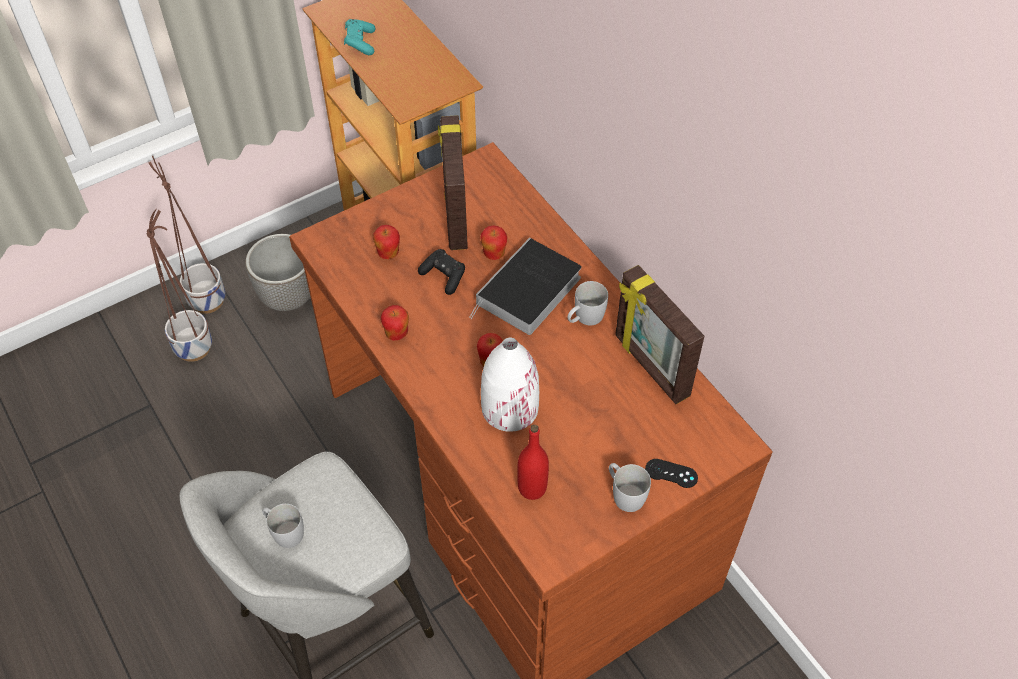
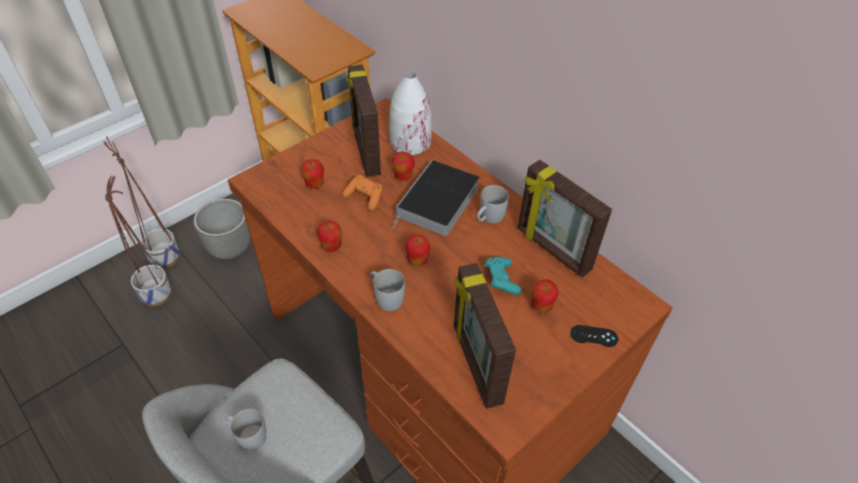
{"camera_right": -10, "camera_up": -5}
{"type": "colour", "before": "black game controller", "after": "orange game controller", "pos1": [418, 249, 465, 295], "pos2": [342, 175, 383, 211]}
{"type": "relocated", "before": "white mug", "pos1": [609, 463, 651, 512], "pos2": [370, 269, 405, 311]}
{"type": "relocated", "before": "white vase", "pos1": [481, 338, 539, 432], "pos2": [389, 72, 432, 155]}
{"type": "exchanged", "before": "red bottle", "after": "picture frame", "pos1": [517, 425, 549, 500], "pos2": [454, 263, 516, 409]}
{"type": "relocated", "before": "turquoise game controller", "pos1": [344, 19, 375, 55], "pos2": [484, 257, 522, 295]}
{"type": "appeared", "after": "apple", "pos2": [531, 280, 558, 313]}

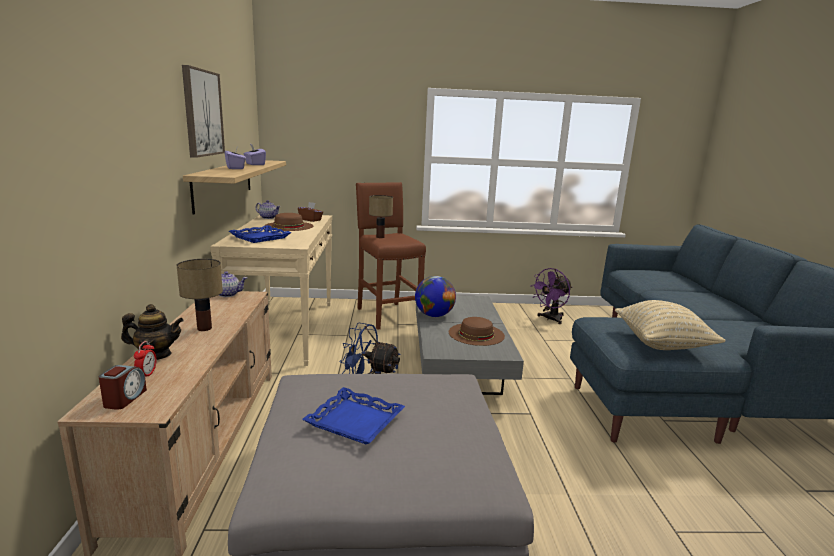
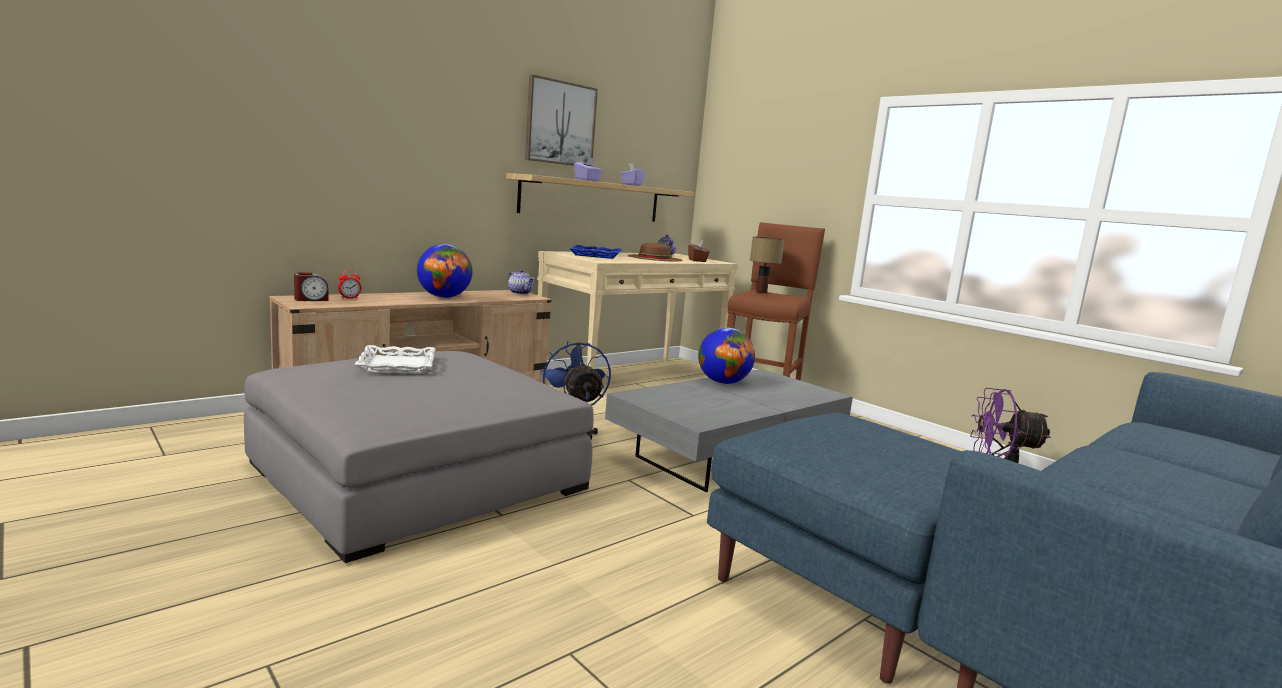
{"camera_right": 50, "camera_up": -5}
{"type": "colour", "before": "blue tray", "after": "white tray", "pos1": [302, 387, 405, 444], "pos2": [354, 345, 436, 374]}
{"type": "exchanged", "before": "table lamp", "after": "globe", "pos1": [176, 259, 223, 331], "pos2": [417, 244, 472, 298]}
{"type": "missing", "before": "teapot", "pos1": [121, 304, 184, 360]}
{"type": "missing", "before": "brown hat", "pos1": [449, 317, 505, 346]}
{"type": "missing", "before": "beige pillow", "pos1": [615, 300, 726, 350]}

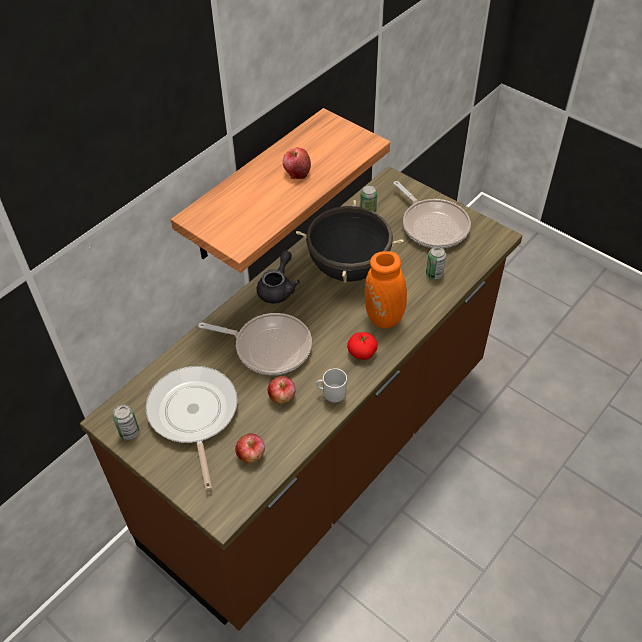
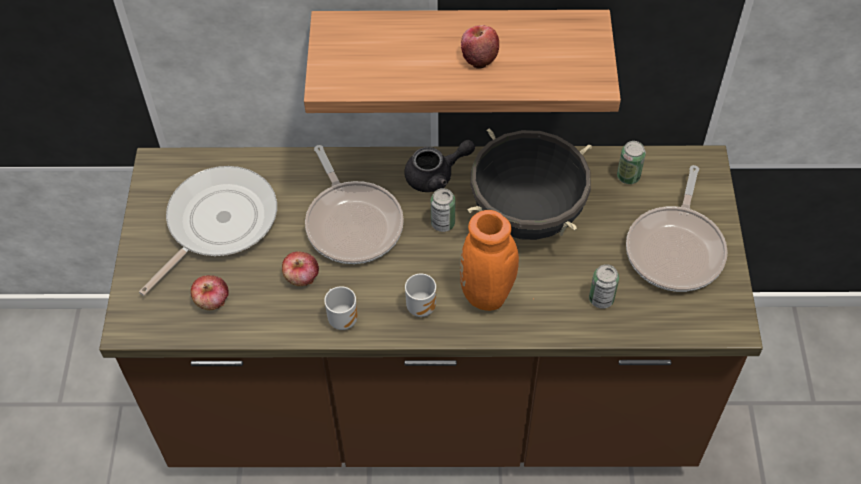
{"camera_right": 50, "camera_up": 5}
{"type": "exchanged", "before": "tomato", "after": "mug", "pos1": [347, 332, 378, 360], "pos2": [405, 274, 436, 317]}
{"type": "relocated", "before": "can", "pos1": [113, 404, 139, 440], "pos2": [431, 188, 455, 232]}

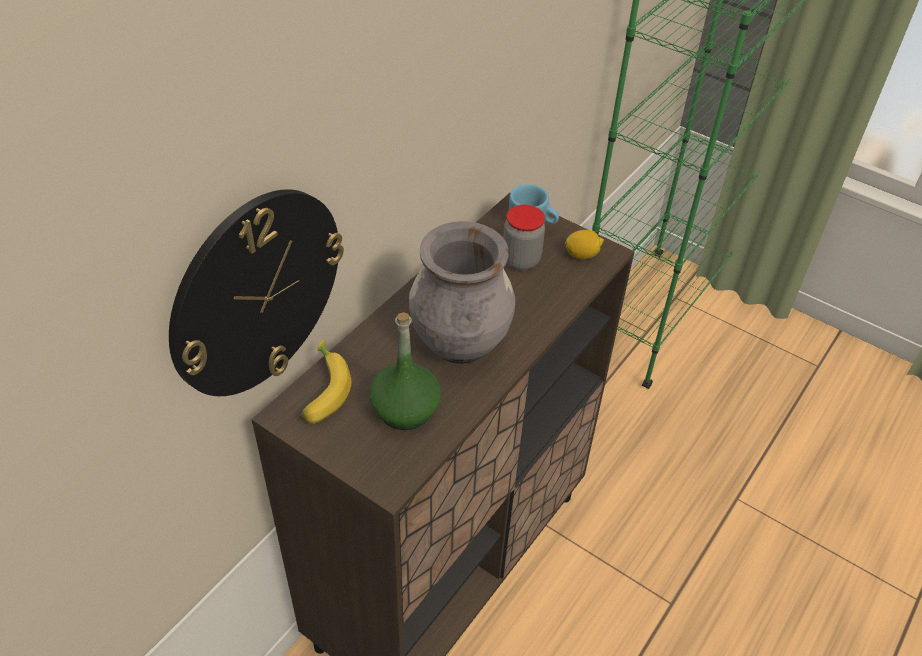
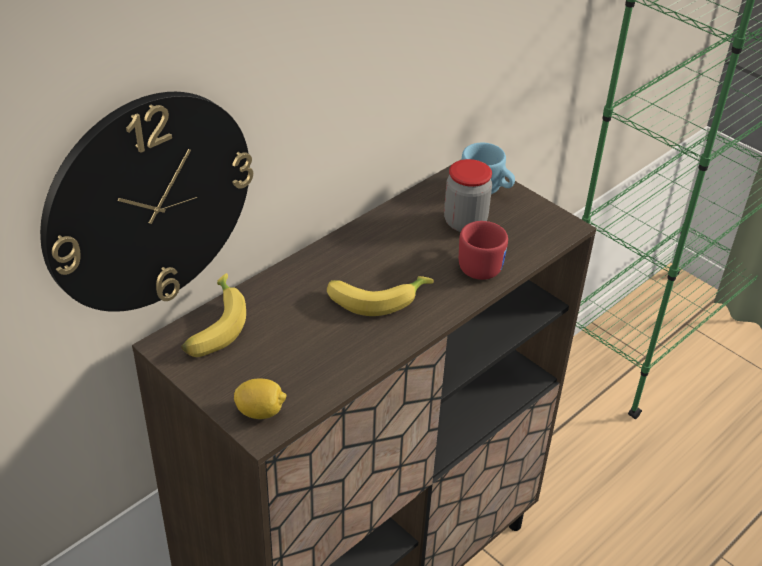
{"camera_right": 10, "camera_up": -5}
{"type": "relocated", "before": "lemon", "pos1": [565, 230, 604, 259], "pos2": [234, 378, 286, 419]}
{"type": "exchanged", "before": "grey vase", "after": "banana", "pos1": [409, 221, 515, 364], "pos2": [327, 276, 434, 316]}
{"type": "appeared", "after": "red mug", "pos2": [459, 221, 508, 280]}
{"type": "missing", "before": "green bottle", "pos1": [369, 312, 441, 430]}

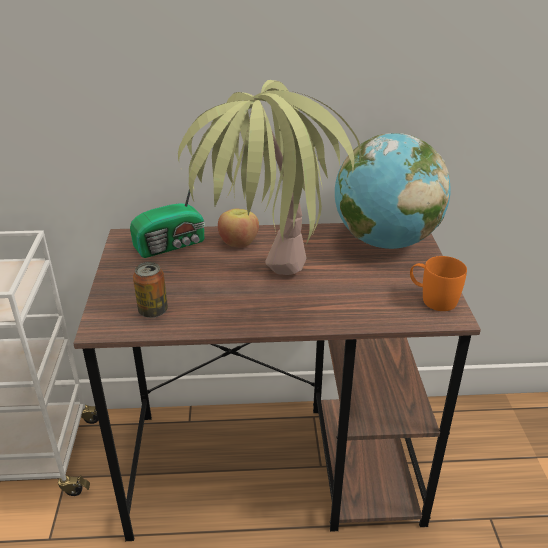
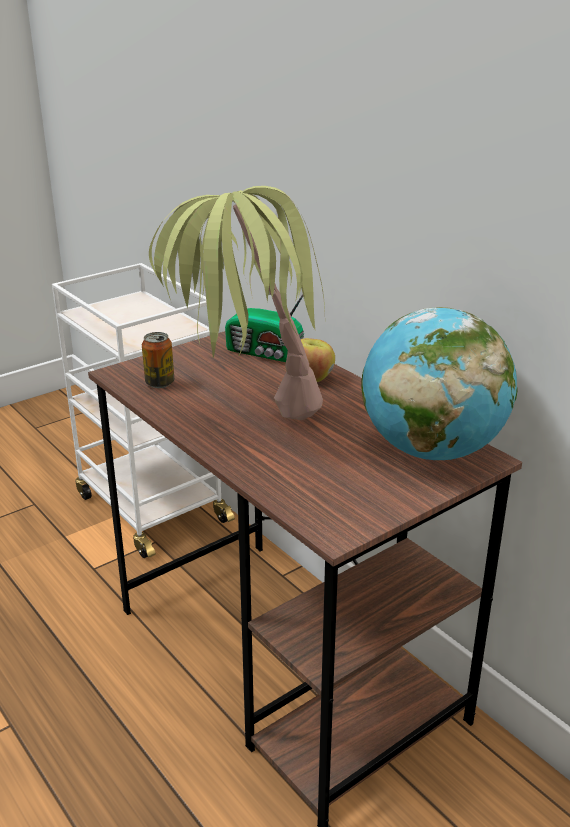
{"camera_right": 55, "camera_up": -5}
{"type": "missing", "before": "orange mug", "pos1": [410, 256, 467, 311]}

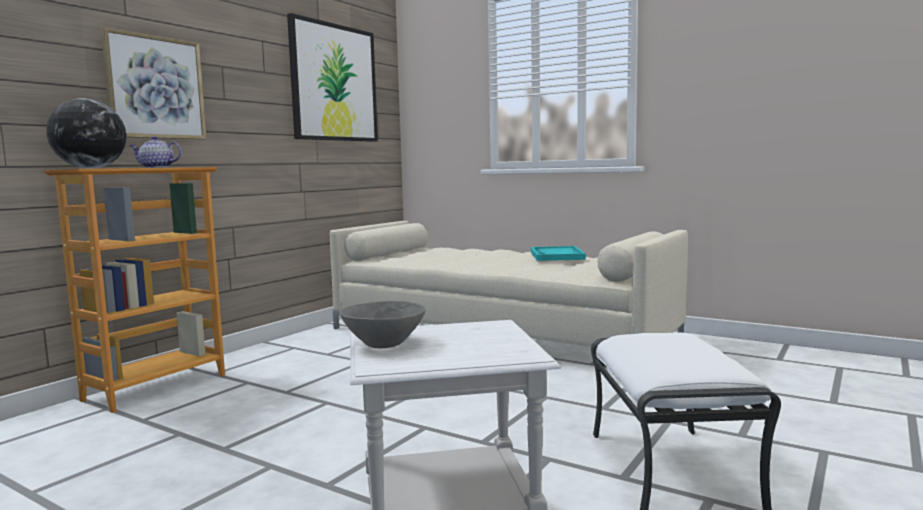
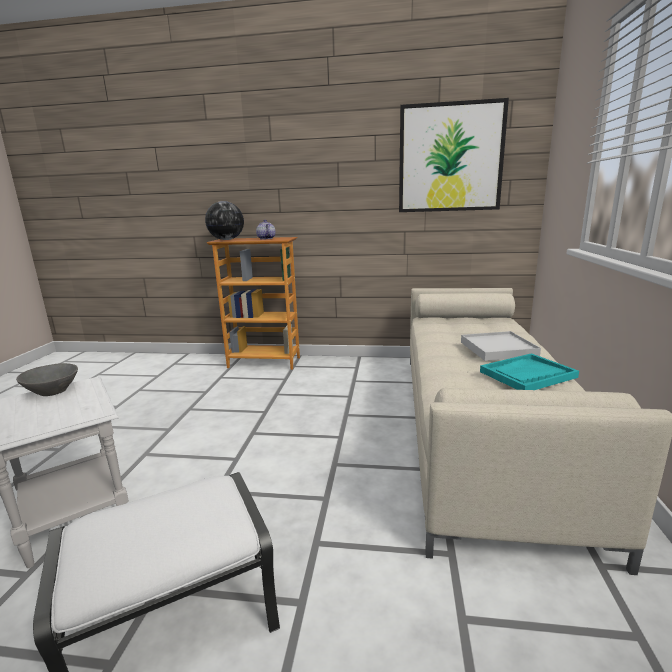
{"camera_right": 65, "camera_up": 10}
{"type": "appeared", "after": "white tray", "pos2": [461, 331, 541, 361]}
{"type": "missing", "before": "picture", "pos1": [101, 27, 207, 140]}

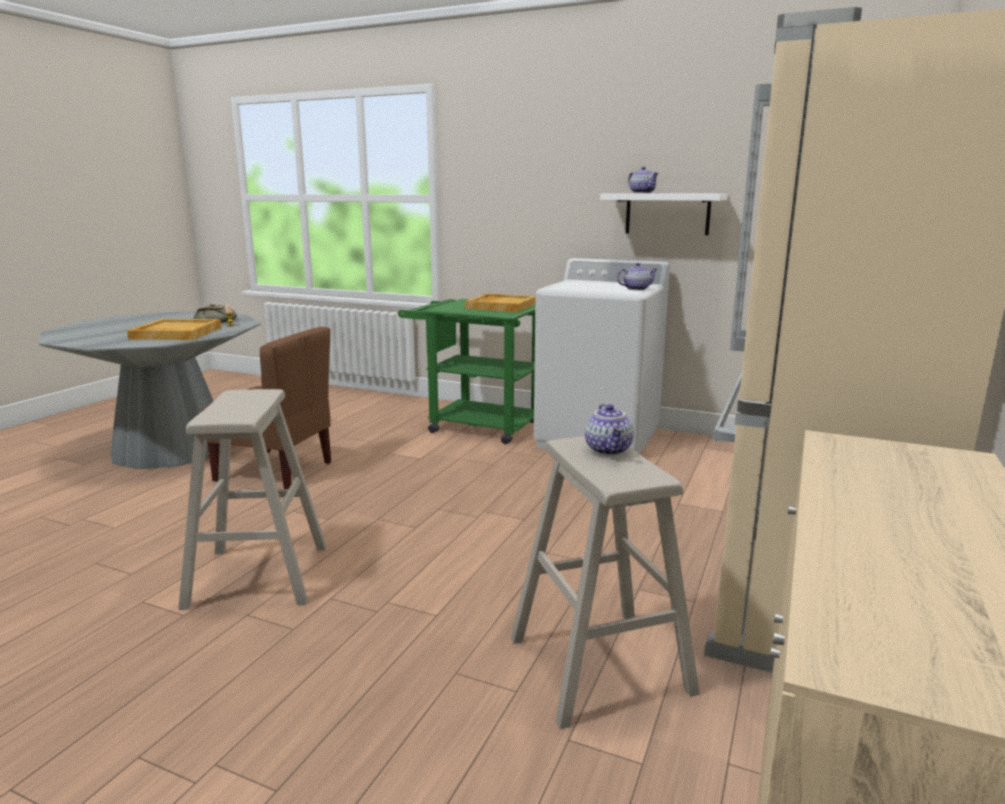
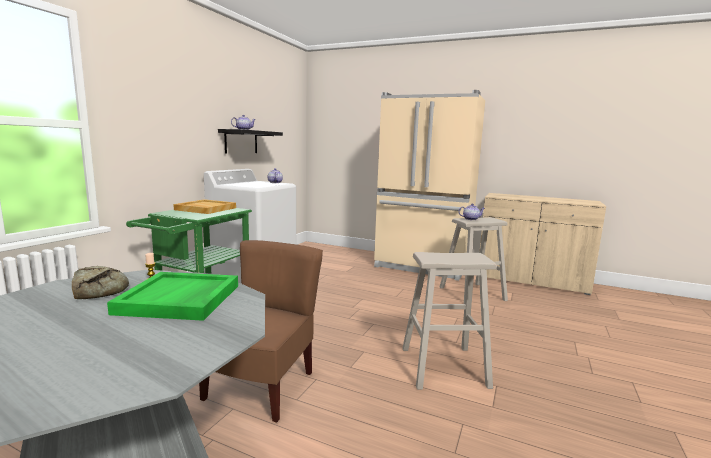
{"camera_right": -90, "camera_up": -5}
{"type": "colour", "before": "beige tray", "after": "green tray", "pos1": [127, 319, 221, 340], "pos2": [107, 272, 238, 321]}
{"type": "colour", "before": "white shelf", "after": "black shelf", "pos1": [600, 193, 728, 235], "pos2": [218, 129, 283, 154]}

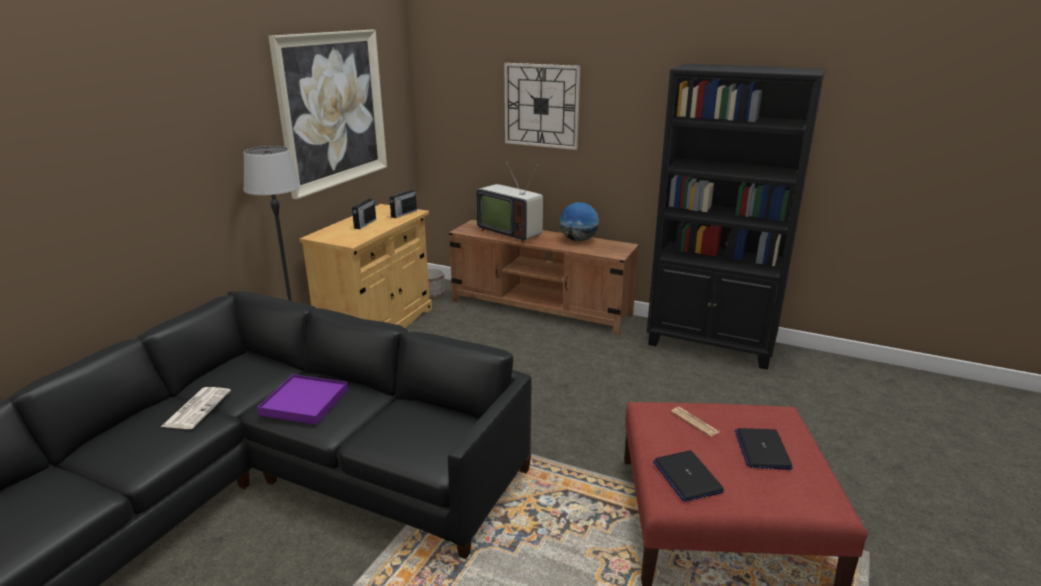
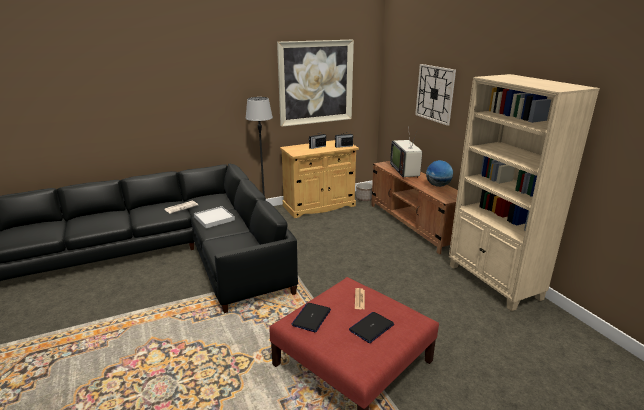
{"camera_right": 40, "camera_up": 0}
{"type": "colour", "before": "purple tray", "after": "white tray", "pos1": [257, 374, 348, 425], "pos2": [194, 206, 235, 228]}
{"type": "colour", "before": "black bookcase", "after": "beige bookcase", "pos1": [647, 64, 825, 370], "pos2": [449, 74, 600, 311]}

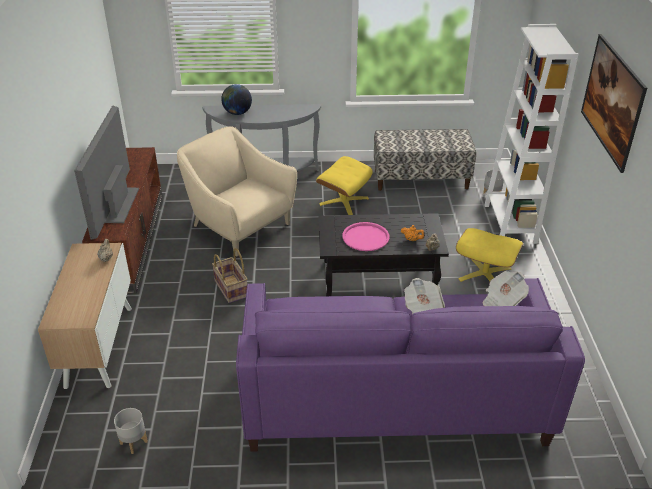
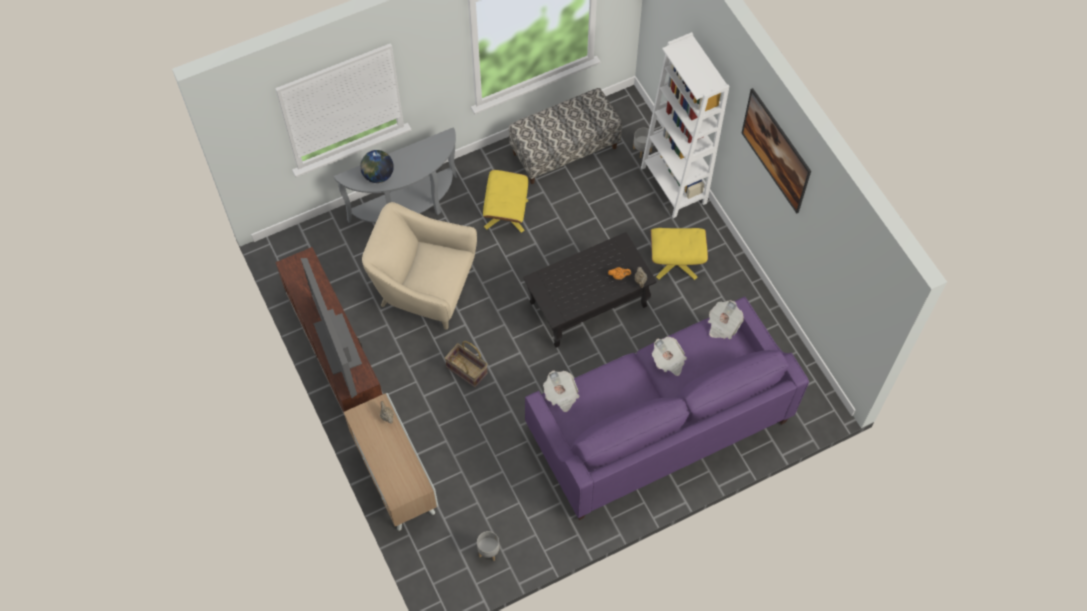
{"camera_right": -25, "camera_up": 25}
{"type": "appeared", "after": "newspaper", "pos2": [543, 370, 580, 412]}
{"type": "missing", "before": "pink tray", "pos1": [342, 222, 390, 251]}

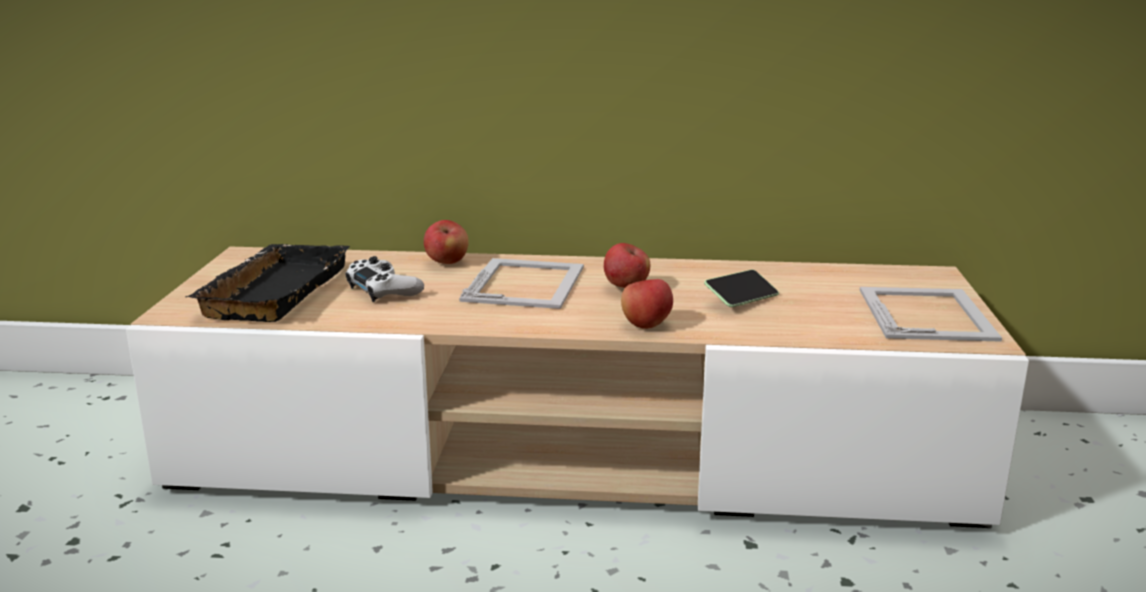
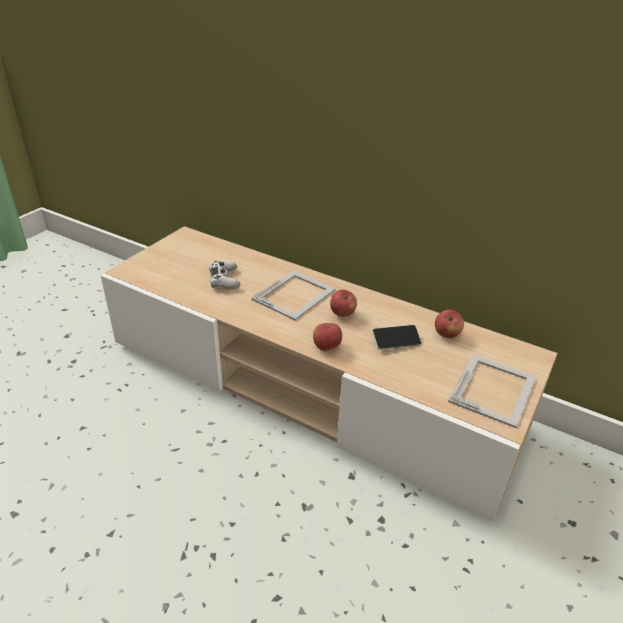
{"camera_right": 25, "camera_up": 15}
{"type": "relocated", "before": "apple", "pos1": [424, 220, 469, 264], "pos2": [435, 309, 464, 338]}
{"type": "missing", "before": "black tray", "pos1": [186, 244, 350, 322]}

